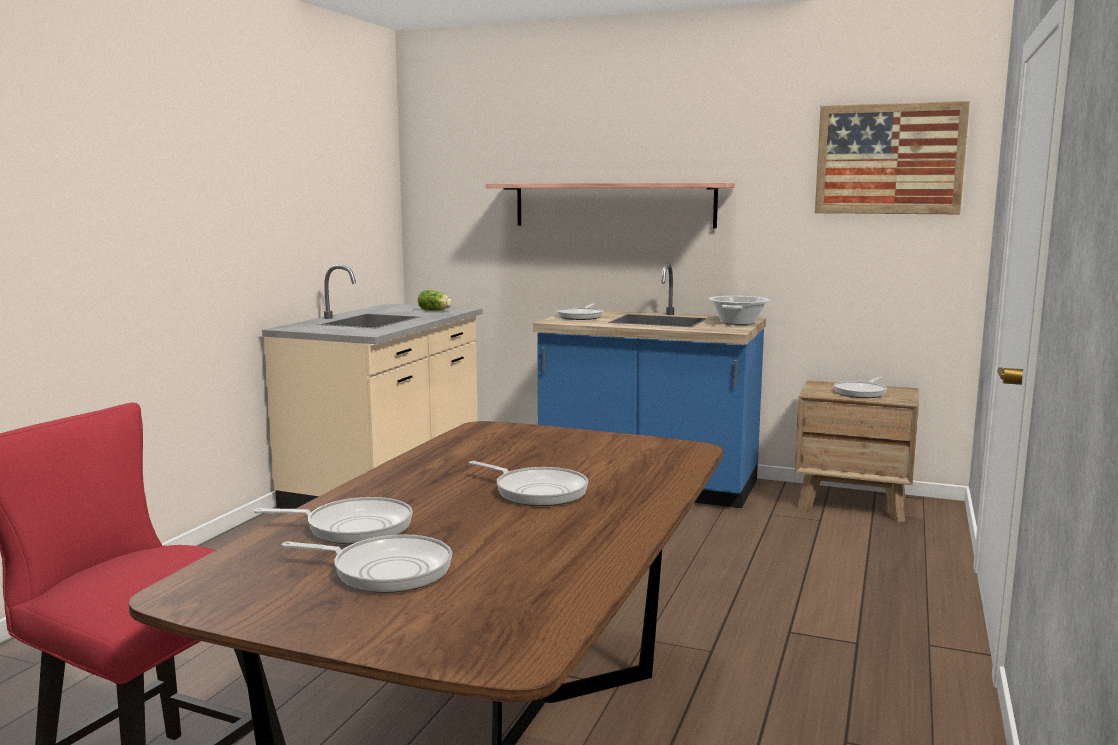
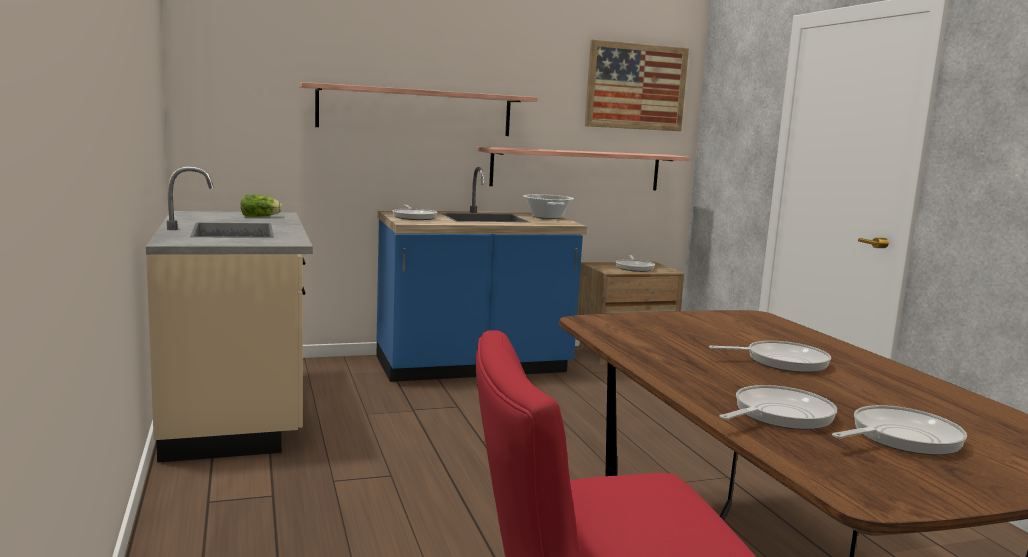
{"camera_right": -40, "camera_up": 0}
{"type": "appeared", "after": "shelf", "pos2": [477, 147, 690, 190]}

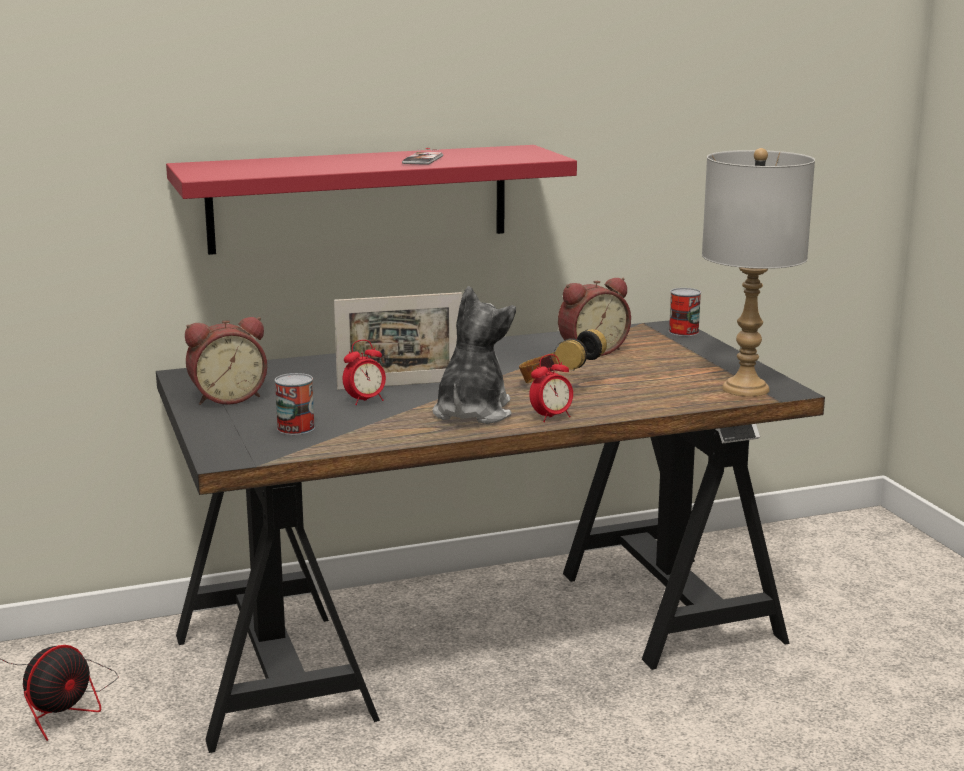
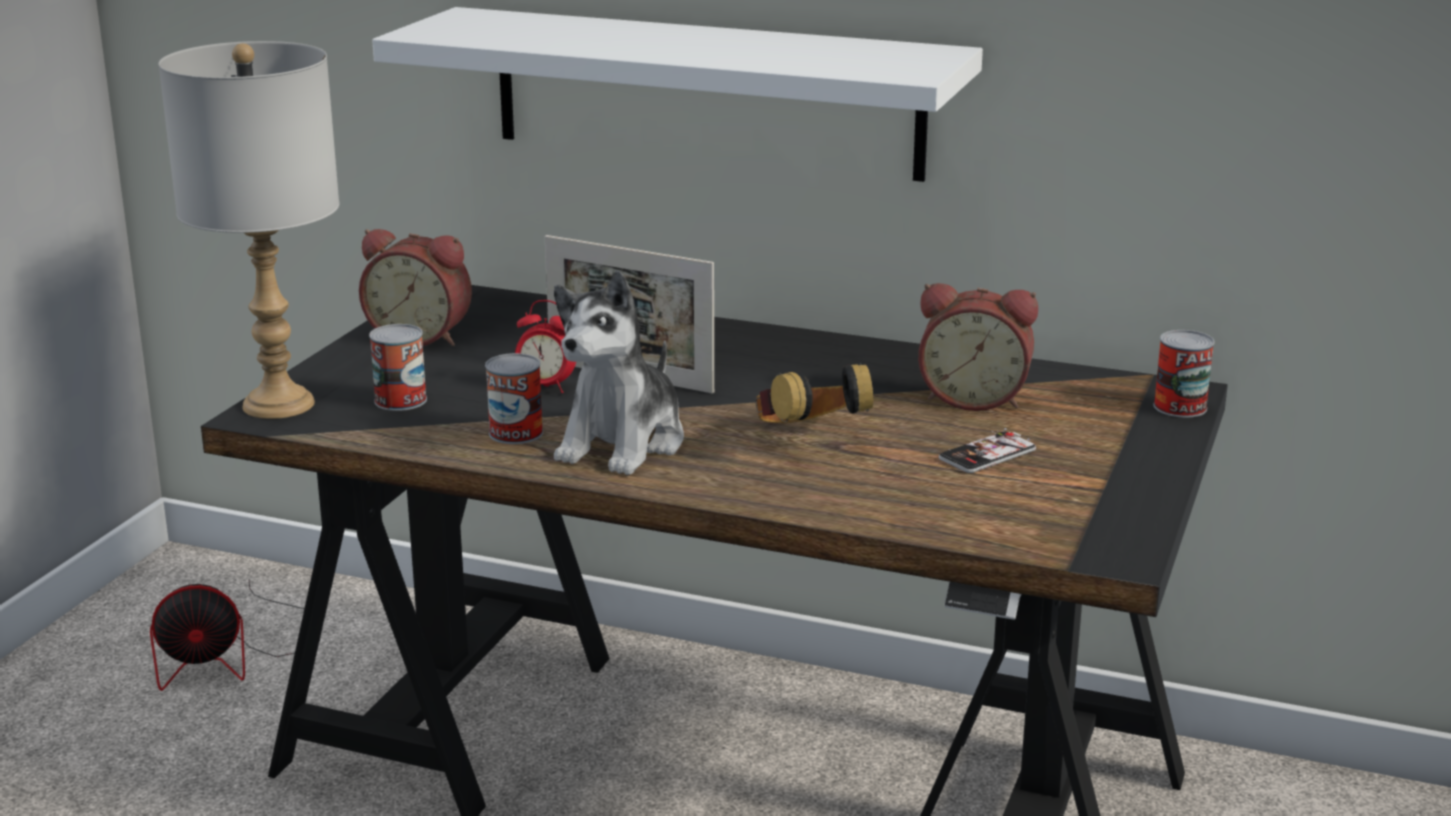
{"camera_right": 40, "camera_up": 5}
{"type": "relocated", "before": "grey table lamp", "pos1": [702, 148, 815, 397], "pos2": [158, 41, 339, 419]}
{"type": "colour", "before": "red shelf", "after": "white shelf", "pos1": [166, 145, 577, 255], "pos2": [372, 7, 983, 182]}
{"type": "appeared", "after": "can", "pos2": [485, 353, 543, 444]}
{"type": "spun", "before": "plush toy", "pos1": [432, 286, 516, 424], "pos2": [554, 270, 684, 475], "turn": 150}
{"type": "relocated", "before": "phone", "pos1": [402, 148, 443, 165], "pos2": [939, 428, 1036, 473]}
{"type": "missing", "before": "alarm clock", "pos1": [529, 354, 573, 422]}

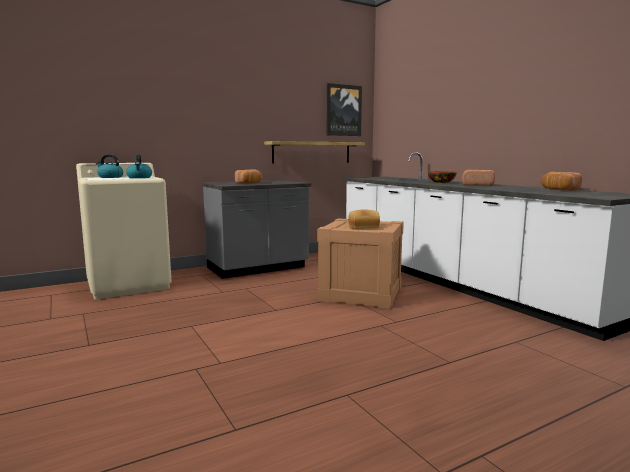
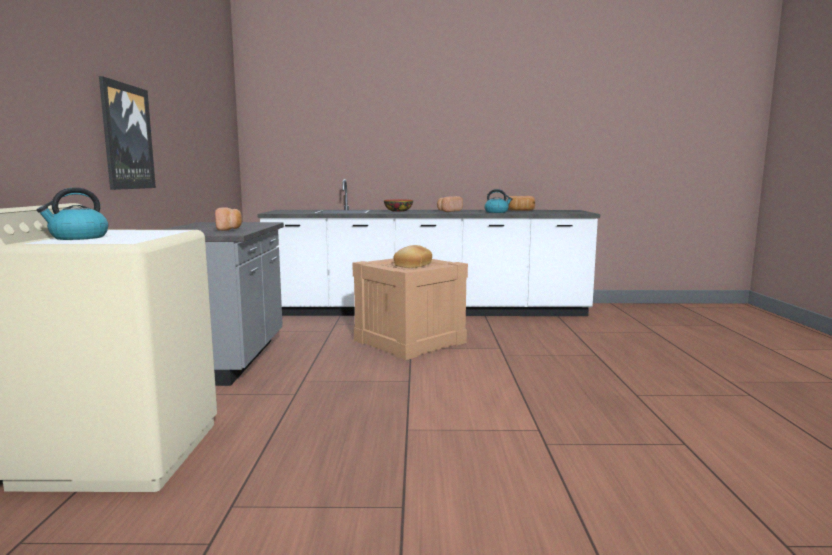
{"camera_right": -60, "camera_up": 0}
{"type": "relocated", "before": "picture", "pos1": [327, 83, 362, 136], "pos2": [99, 76, 156, 190]}
{"type": "relocated", "before": "kettle", "pos1": [126, 154, 152, 178], "pos2": [484, 189, 512, 213]}
{"type": "missing", "before": "shelf", "pos1": [264, 141, 365, 164]}

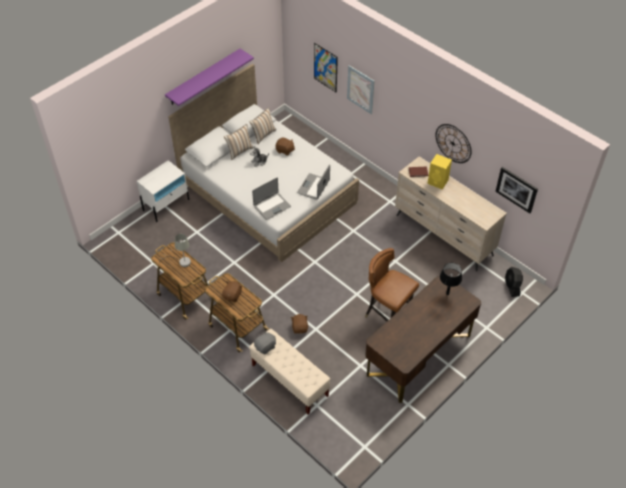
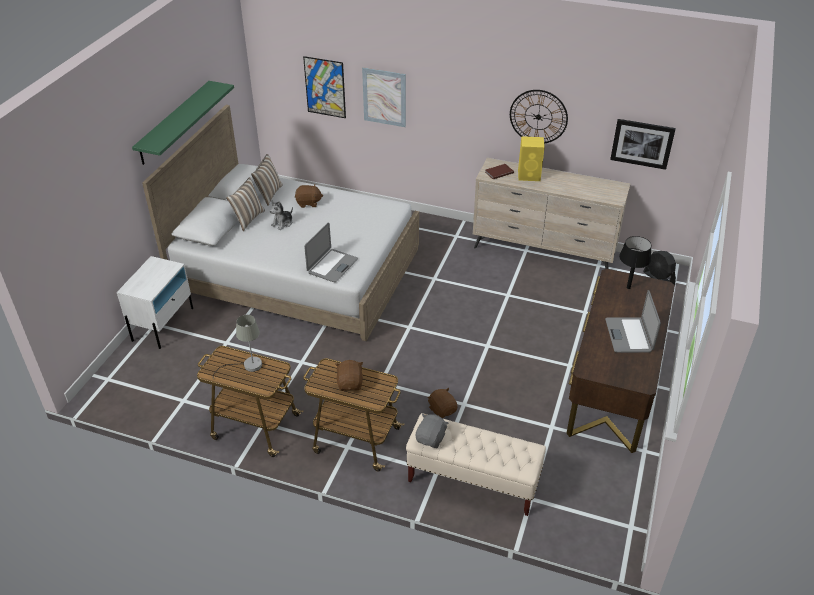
{"camera_right": -25, "camera_up": -10}
{"type": "colour", "before": "purple shelf", "after": "green shelf", "pos1": [165, 49, 254, 106], "pos2": [132, 81, 234, 165]}
{"type": "relocated", "before": "laptop", "pos1": [297, 164, 330, 200], "pos2": [605, 290, 661, 353]}
{"type": "missing", "before": "brown chair", "pos1": [365, 248, 419, 321]}

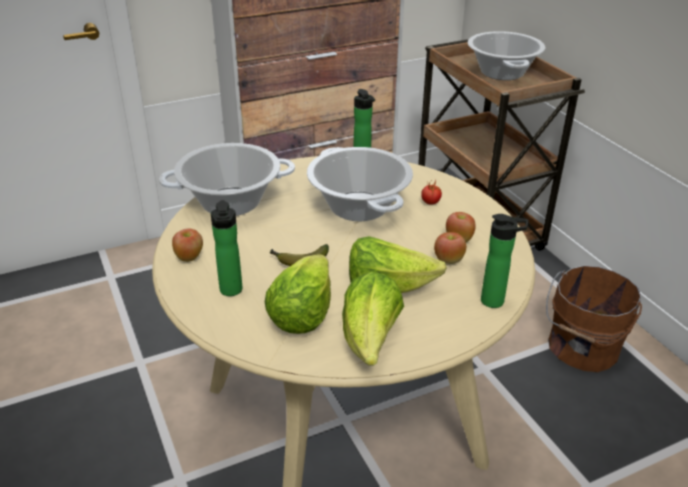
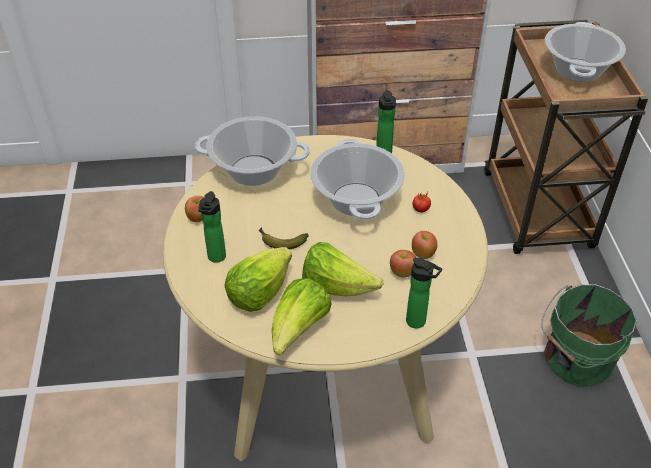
{"camera_right": 20, "camera_up": 10}
{"type": "colour", "before": "brown bucket", "after": "green bucket", "pos1": [546, 265, 642, 372], "pos2": [541, 284, 637, 387]}

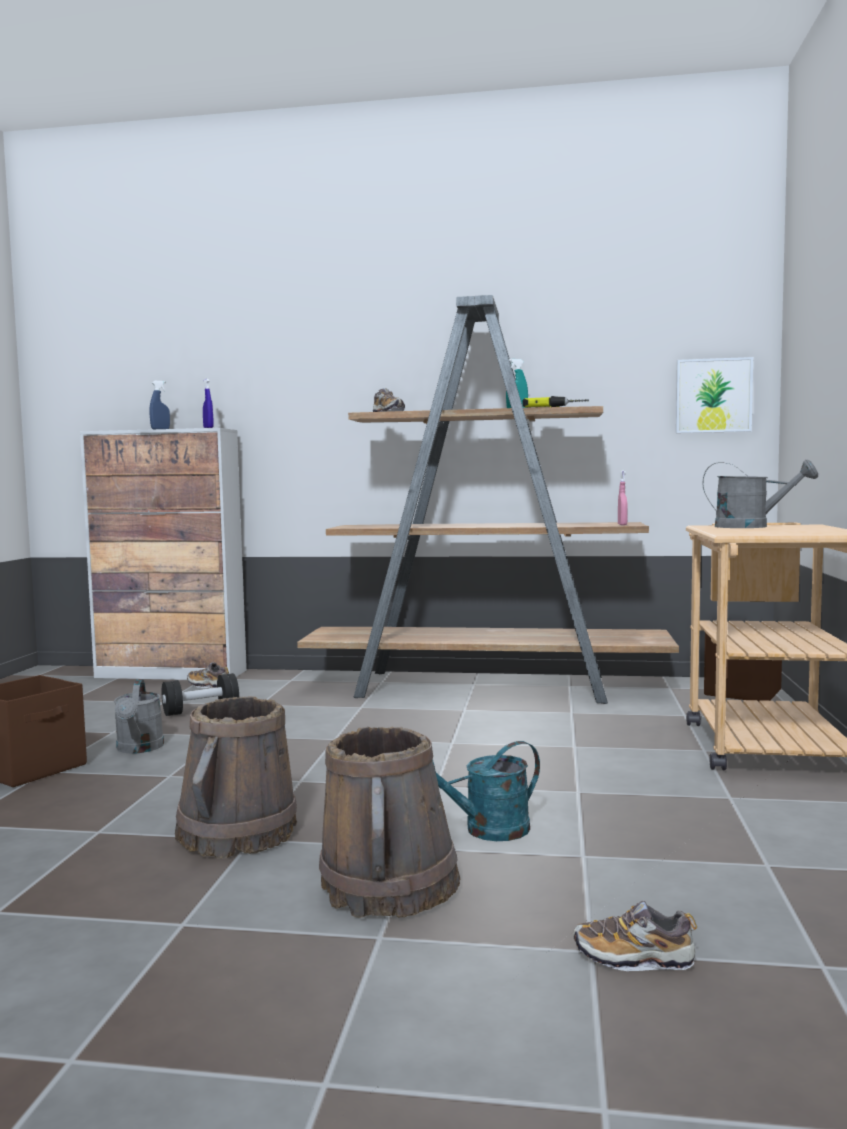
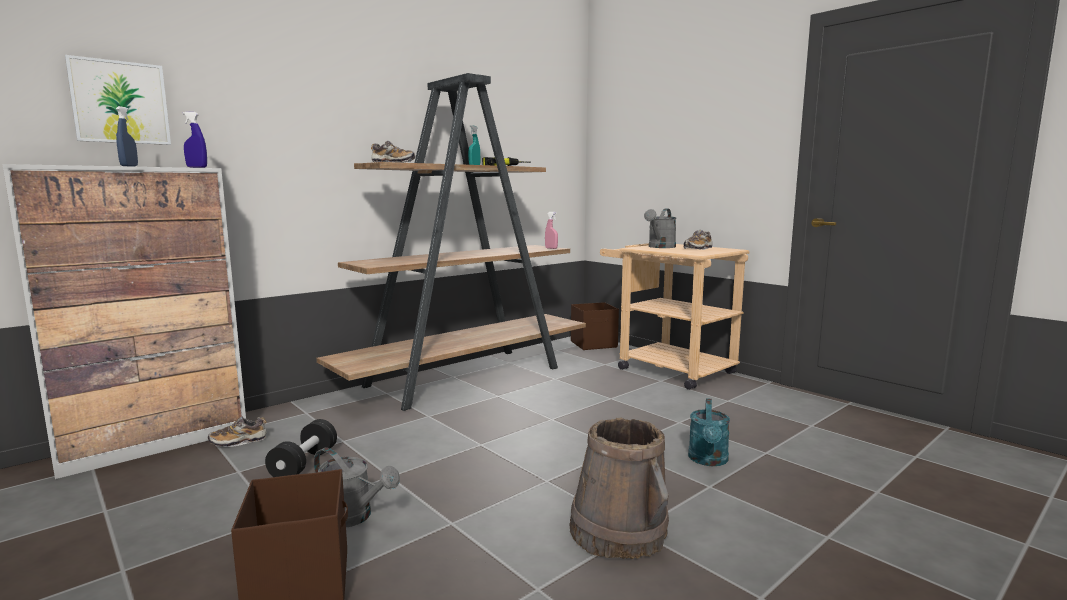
{"camera_right": -50, "camera_up": 5}
{"type": "relocated", "before": "picture", "pos1": [676, 357, 753, 433], "pos2": [65, 55, 171, 145]}
{"type": "spun", "before": "grey watering can", "pos1": [702, 459, 818, 528], "pos2": [644, 209, 676, 248], "turn": 150}
{"type": "relocated", "before": "shoe", "pos1": [573, 901, 697, 971], "pos2": [683, 230, 712, 250]}
{"type": "missing", "before": "brown bucket", "pos1": [319, 727, 461, 918]}

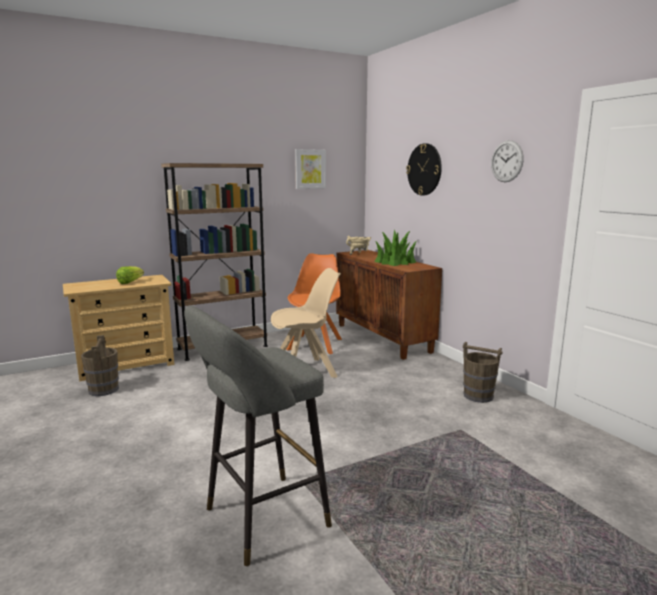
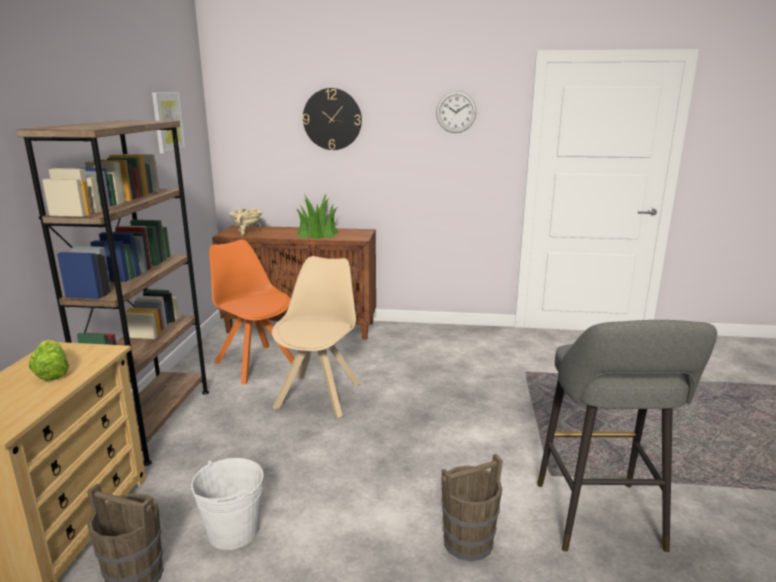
{"camera_right": -55, "camera_up": 5}
{"type": "appeared", "after": "white bucket", "pos2": [191, 458, 264, 550]}
{"type": "relocated", "before": "brown bucket", "pos1": [463, 342, 503, 403], "pos2": [441, 454, 503, 561]}

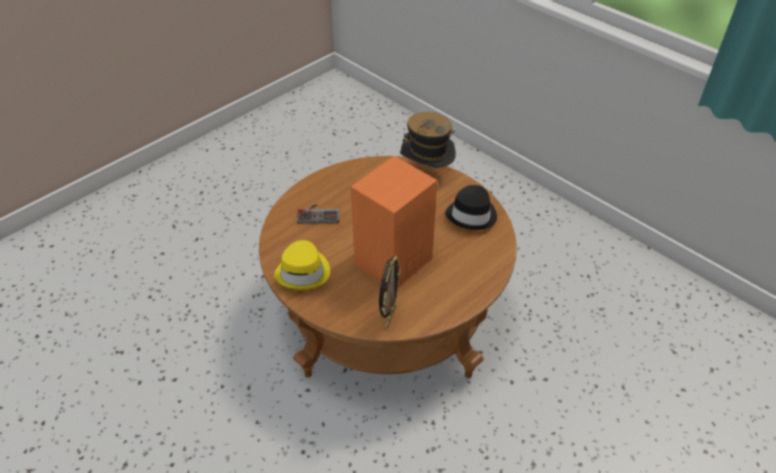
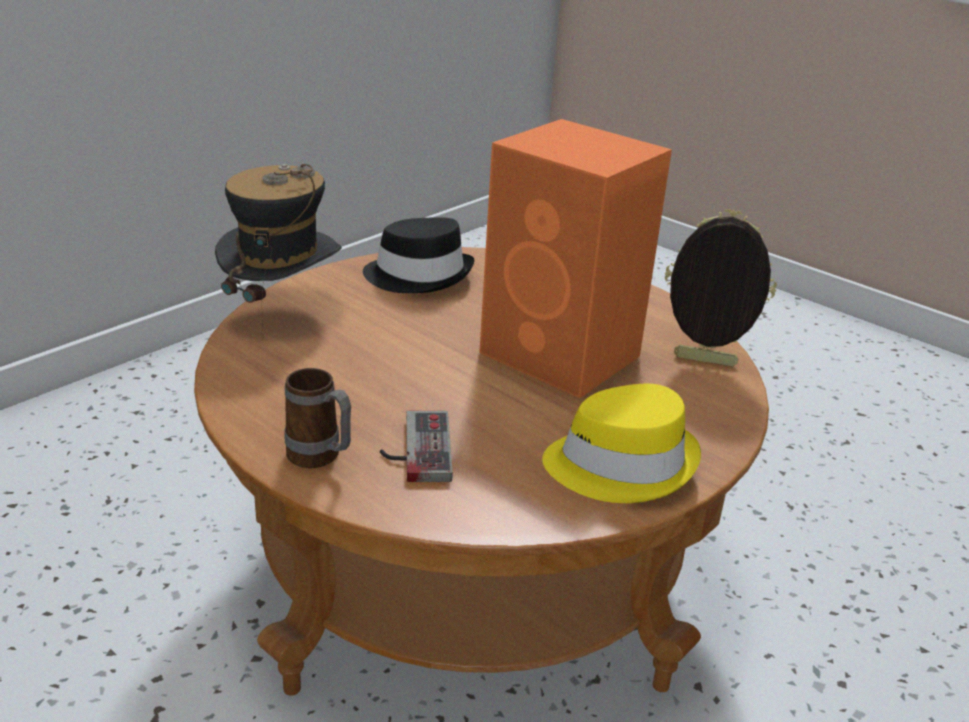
{"camera_right": -95, "camera_up": -15}
{"type": "appeared", "after": "mug", "pos2": [285, 368, 351, 468]}

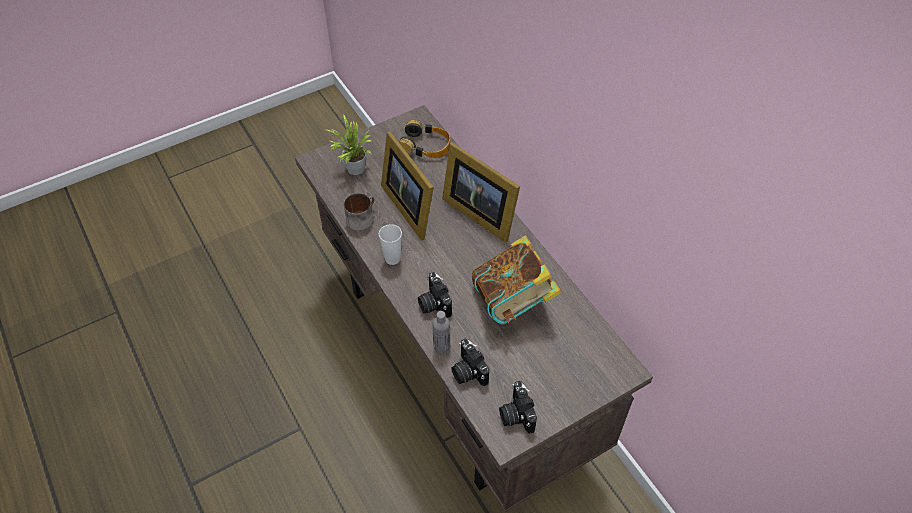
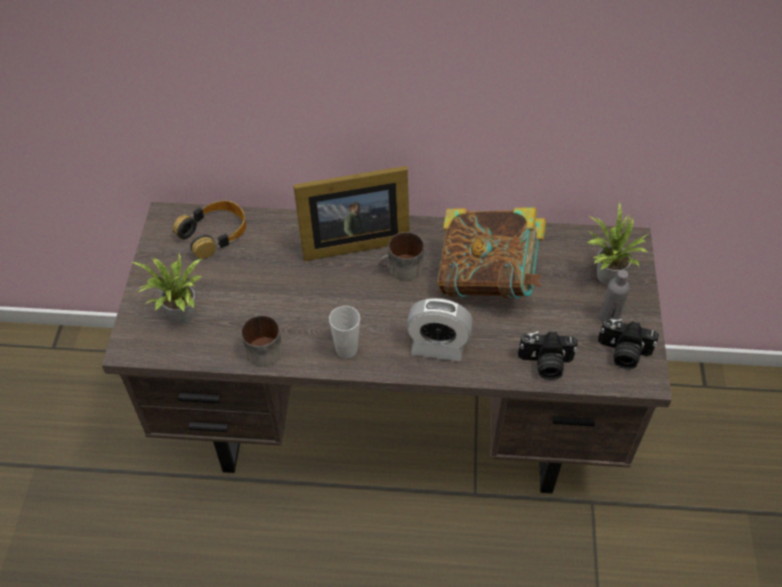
{"camera_right": -55, "camera_up": 0}
{"type": "appeared", "after": "mug", "pos2": [378, 232, 424, 281]}
{"type": "exchanged", "before": "photo camera", "after": "alarm clock", "pos1": [418, 272, 452, 318], "pos2": [406, 298, 473, 361]}
{"type": "appeared", "after": "potted plant", "pos2": [587, 202, 648, 285]}
{"type": "relocated", "before": "grey bottle", "pos1": [433, 311, 450, 354], "pos2": [599, 270, 630, 323]}
{"type": "missing", "before": "picture frame", "pos1": [381, 131, 434, 240]}

